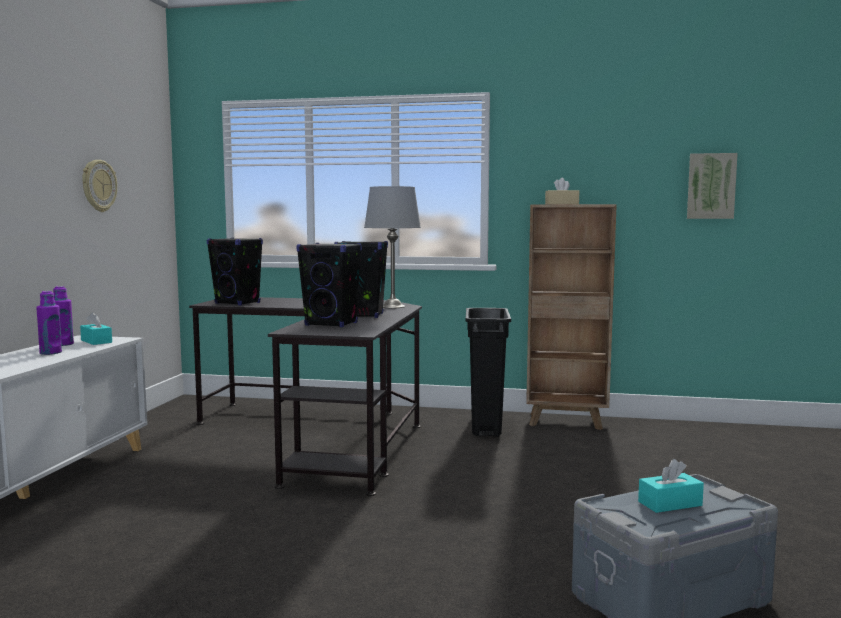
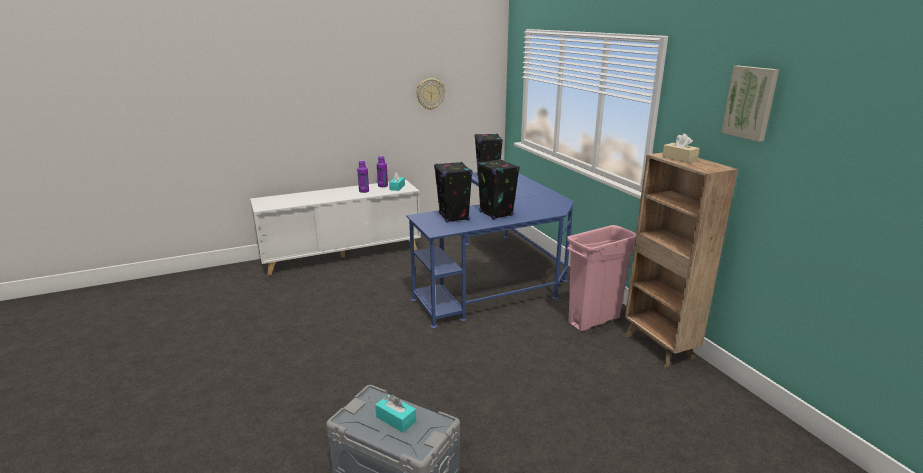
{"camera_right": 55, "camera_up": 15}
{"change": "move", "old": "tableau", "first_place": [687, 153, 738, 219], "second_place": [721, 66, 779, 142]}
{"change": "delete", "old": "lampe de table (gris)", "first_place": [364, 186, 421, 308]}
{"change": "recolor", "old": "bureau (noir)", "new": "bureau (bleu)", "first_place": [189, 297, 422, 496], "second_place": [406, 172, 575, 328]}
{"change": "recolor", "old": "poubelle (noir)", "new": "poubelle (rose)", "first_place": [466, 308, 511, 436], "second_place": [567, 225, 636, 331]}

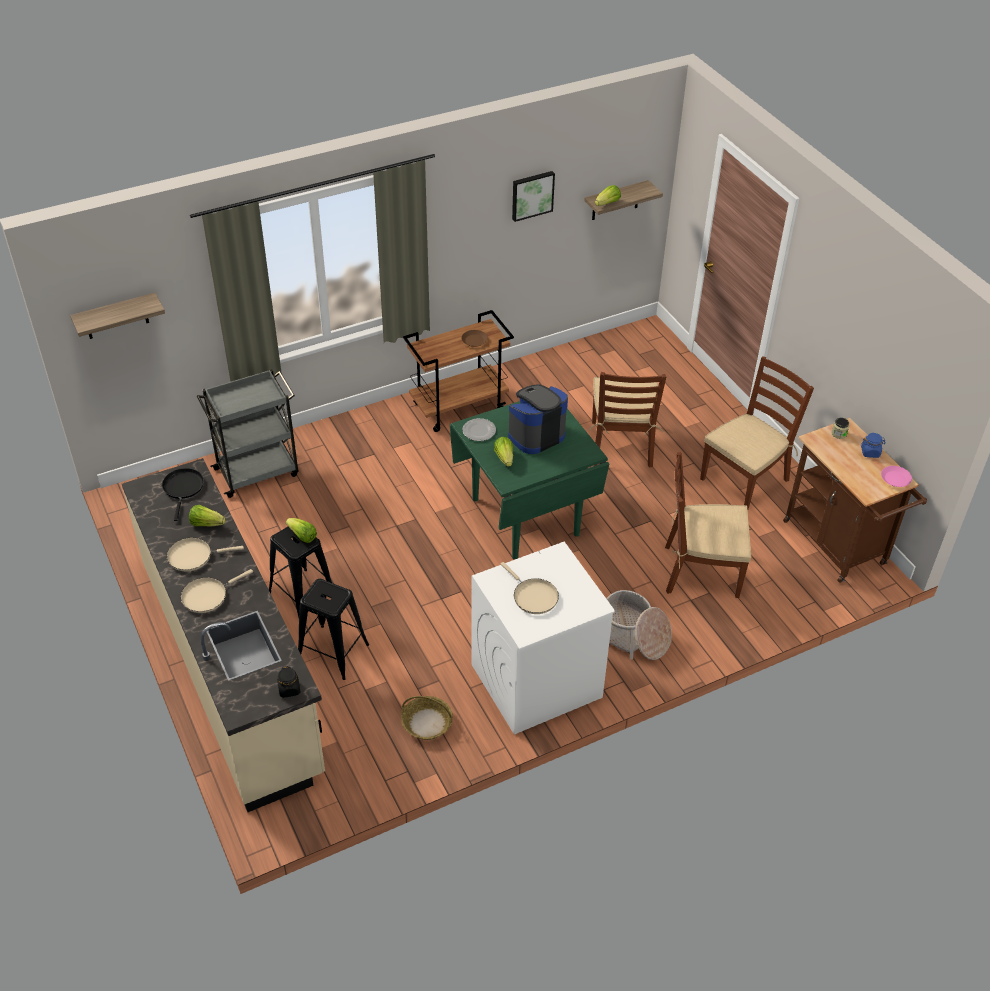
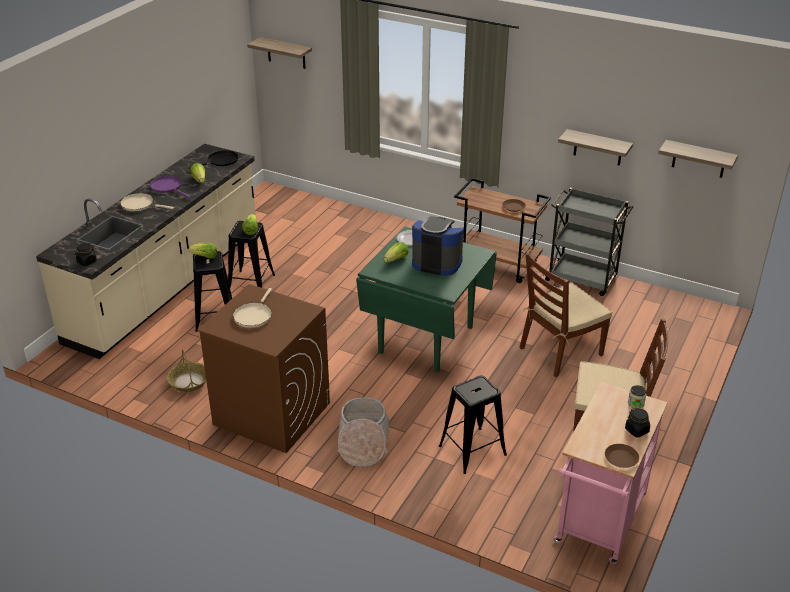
{"camera_right": 55, "camera_up": -10}
{"change": "delete", "old": "tableau", "first_place": [512, 171, 555, 222]}
{"change": "move", "old": "laitue", "first_place": [595, 185, 621, 206], "second_place": [188, 243, 217, 259]}
{"change": "move", "old": "chariot (gris)", "first_place": [197, 369, 298, 498], "second_place": [544, 188, 633, 296]}
{"change": "recolor", "old": "chariot (marron)", "new": "chariot (rose)", "first_place": [783, 418, 927, 583], "second_place": [554, 382, 668, 564]}
{"change": "recolor", "old": "bocal (bleu)", "new": "bocal (noir)", "first_place": [861, 433, 886, 458], "second_place": [625, 408, 650, 437]}
{"change": "replace", "old": "chaise (marron)", "new": "tabouret (noir)", "first_place": [665, 452, 751, 598], "second_place": [439, 376, 507, 474]}
{"change": "recolor", "old": "assiette (rose)", "new": "assiette (marron)", "first_place": [881, 466, 912, 487], "second_place": [605, 444, 639, 468]}
{"change": "recolor", "old": "poêle (beige)", "new": "poêle (violet)", "first_place": [167, 538, 244, 571], "second_place": [150, 176, 191, 198]}
{"change": "recolor", "old": "lave-linge (blanc)", "new": "lave-linge (marron)", "first_place": [471, 542, 615, 735], "second_place": [197, 284, 330, 453]}
{"change": "insert", "new": "étagère", "second_place": [558, 129, 633, 166]}

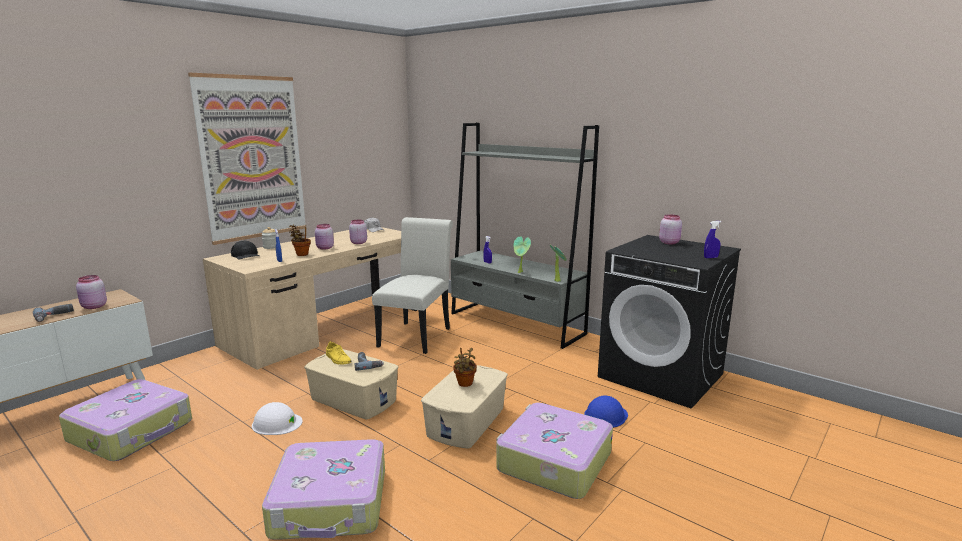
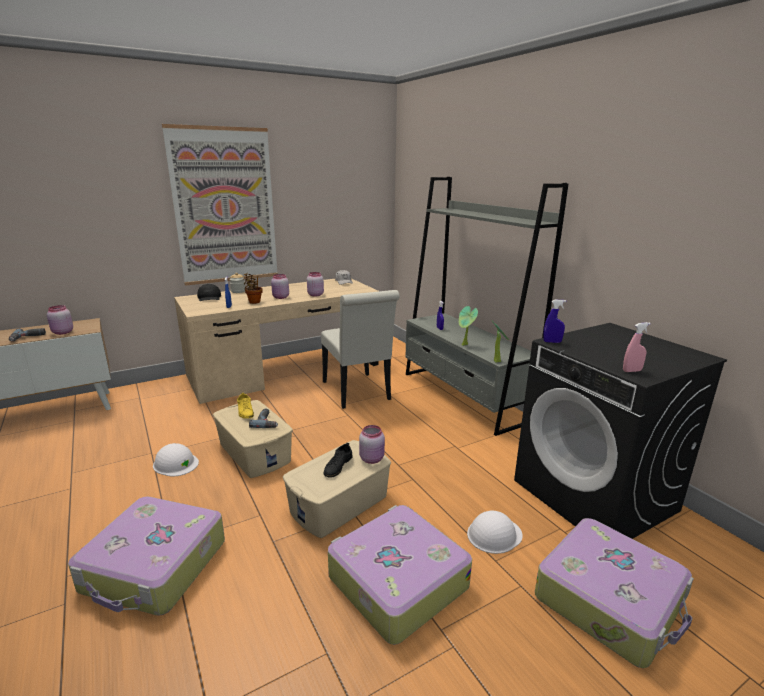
{"camera_right": 20, "camera_up": 5}
{"change": "move", "old": "bocal (rose)", "first_place": [659, 214, 682, 244], "second_place": [359, 425, 385, 464]}
{"change": "rotate", "old": "chaise (blanc)", "first_place": [372, 217, 453, 354], "second_place": [321, 290, 400, 409], "degrees": 120}
{"change": "move", "old": "vaporisateur (bleu)", "first_place": [704, 221, 721, 258], "second_place": [543, 300, 566, 343]}
{"change": "replace", "old": "plante en pot", "new": "chaussure (noir)", "first_place": [453, 348, 477, 387], "second_place": [324, 443, 353, 478]}
{"change": "move", "old": "valise", "first_place": [59, 379, 192, 461], "second_place": [535, 518, 694, 668]}
{"change": "recolor", "old": "casque de chantier (bleu)", "new": "casque de chantier (blanc)", "first_place": [584, 396, 628, 428], "second_place": [467, 511, 523, 554]}
{"change": "insert", "new": "vaporisateur (rose)", "second_place": [623, 322, 651, 372]}

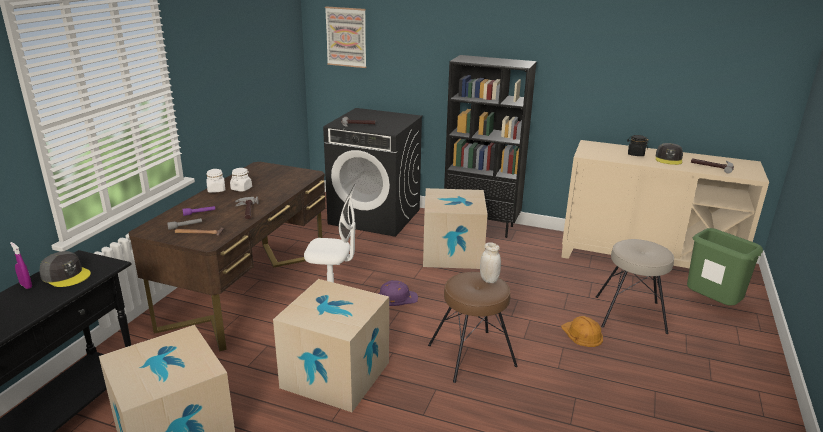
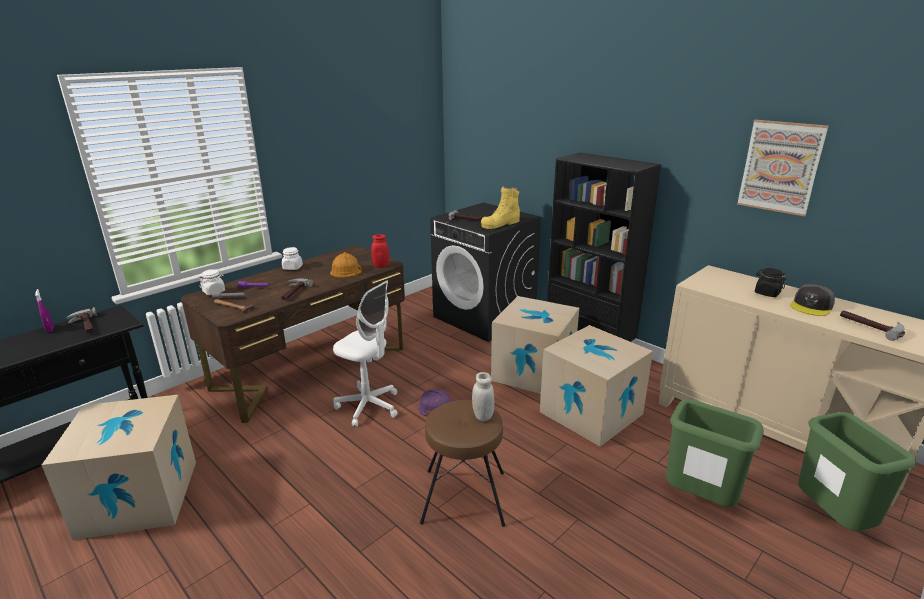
{"camera_right": 25, "camera_up": 0}
{"change": "move", "old": "tableau", "first_place": [325, 6, 367, 68], "second_place": [737, 120, 829, 216]}
{"change": "move", "old": "bocal (blanc)", "first_place": [230, 168, 252, 192], "second_place": [199, 269, 225, 295]}
{"change": "replace", "old": "tabouret (beige)", "new": "poubelle (vert)", "first_place": [596, 239, 674, 334], "second_place": [666, 399, 764, 507]}
{"change": "replace", "old": "casquette (gris)", "new": "marteau", "first_place": [39, 251, 91, 287], "second_place": [66, 307, 97, 334]}
{"change": "move", "old": "carton", "first_place": [273, 279, 389, 412], "second_place": [540, 325, 653, 447]}
{"change": "move", "old": "casque de chantier (orange)", "first_place": [561, 316, 603, 347], "second_place": [330, 252, 361, 278]}
{"change": "insert", "new": "botte (jaune)", "second_place": [481, 186, 520, 229]}
{"change": "insert", "new": "bocal (rouge)", "second_place": [371, 234, 389, 268]}

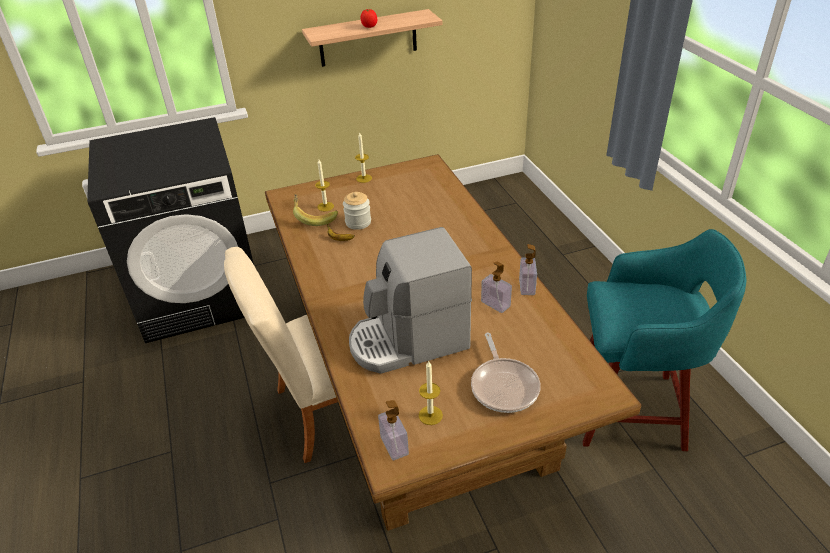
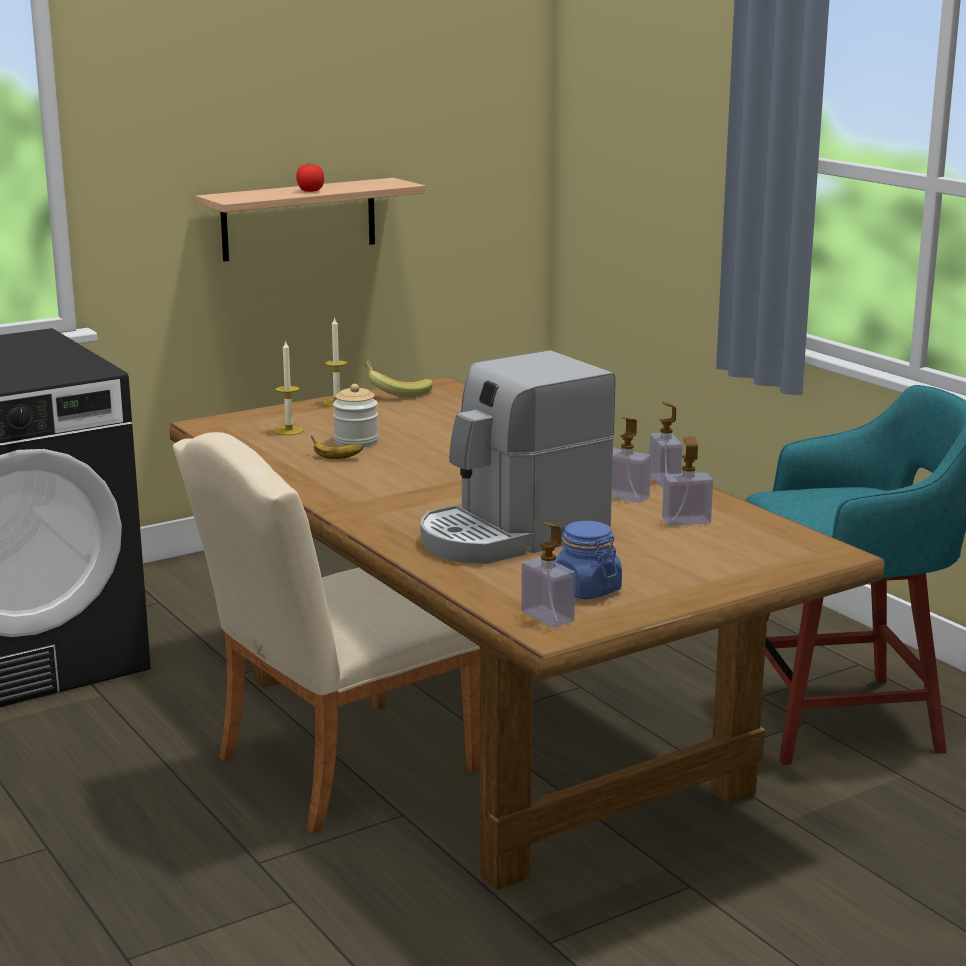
{"camera_right": -15, "camera_up": -20}
{"change": "move", "old": "banane", "first_place": [293, 194, 338, 226], "second_place": [364, 358, 433, 397]}
{"change": "delete", "old": "poêle", "first_place": [471, 333, 541, 413]}
{"change": "replace", "old": "bougie", "new": "bocal (bleu)", "first_place": [419, 360, 443, 425], "second_place": [556, 521, 622, 599]}
{"change": "insert", "new": "distributeur de savon", "second_place": [662, 437, 713, 526]}

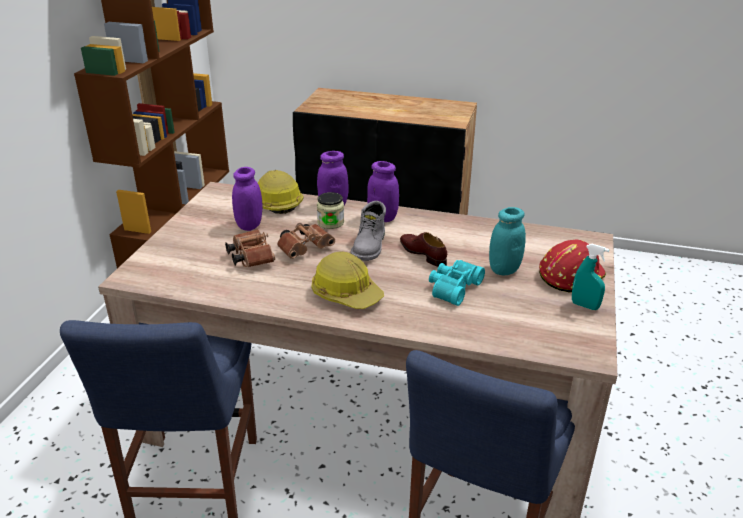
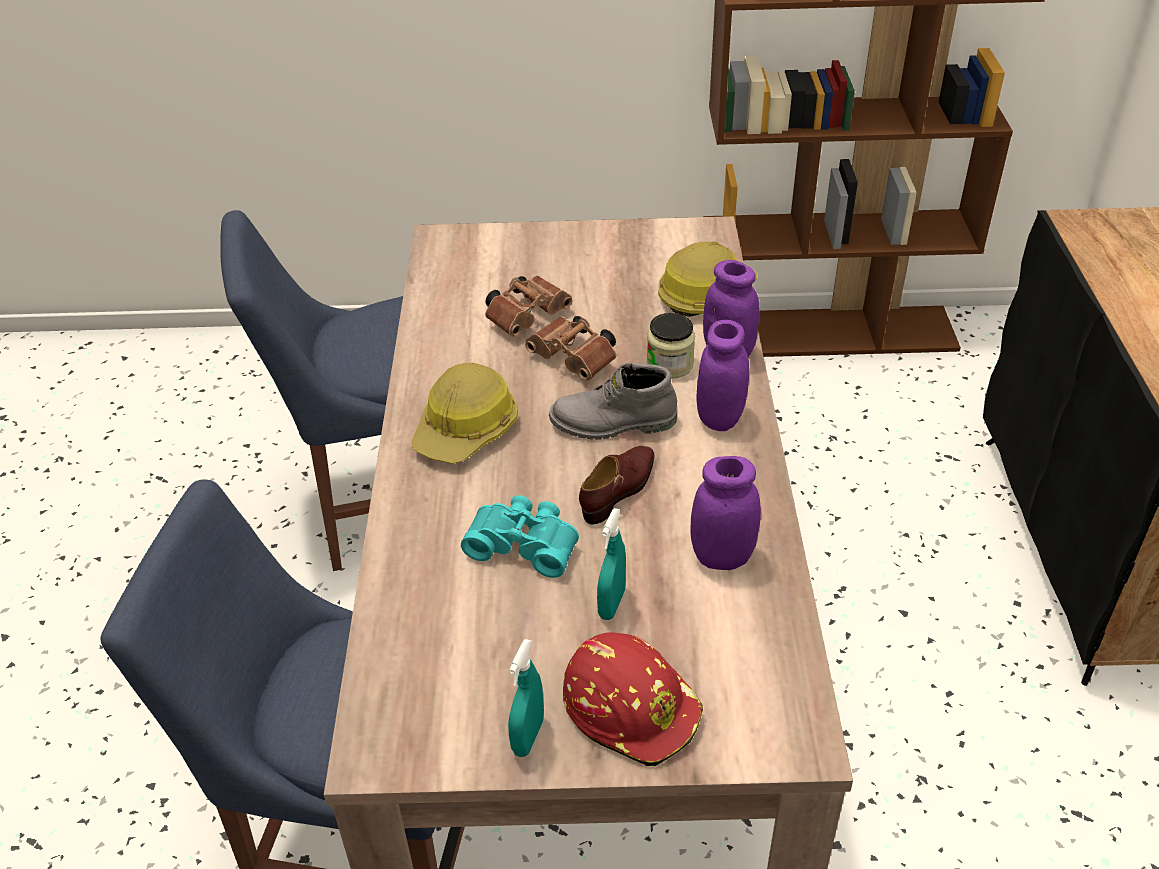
{"camera_right": 75, "camera_up": 10}
{"change": "move", "old": "bocal (violet)", "first_place": [232, 167, 263, 231], "second_place": [691, 456, 761, 570]}
{"change": "replace", "old": "bocal (turquoise)", "new": "vaporisateur (turquoise)", "first_place": [489, 207, 526, 275], "second_place": [597, 508, 626, 620]}

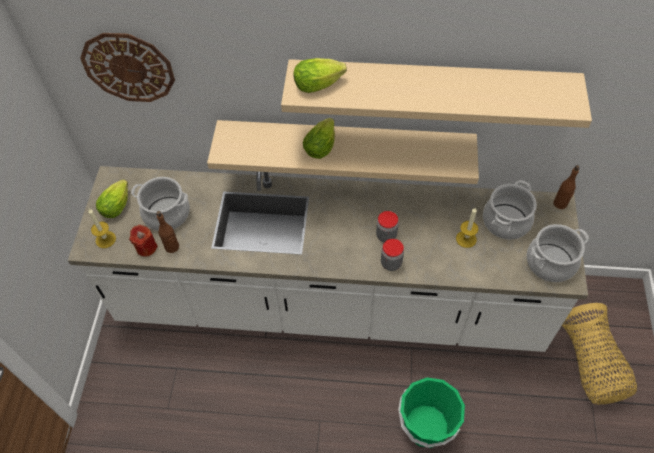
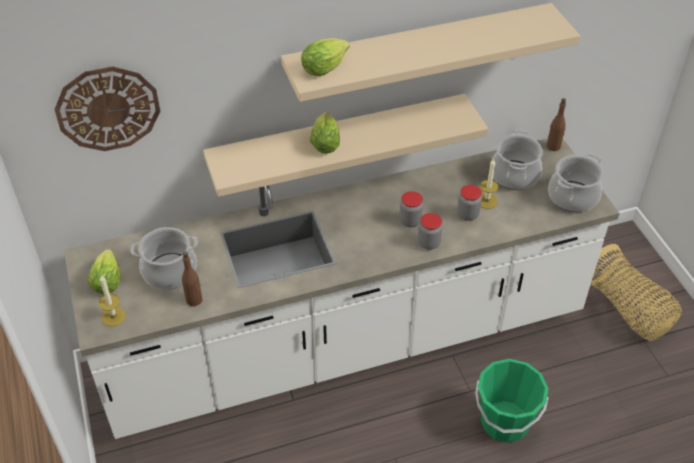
{"camera_right": -25, "camera_up": -10}
{"change": "delete", "old": "bougie (rouge)", "first_place": [129, 225, 158, 257]}
{"change": "insert", "new": "bocal", "second_place": [457, 185, 482, 221]}

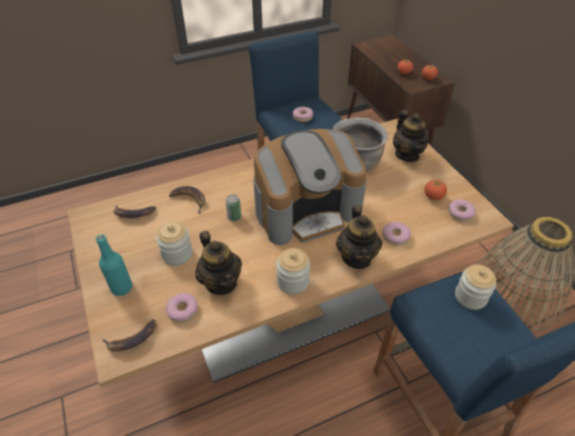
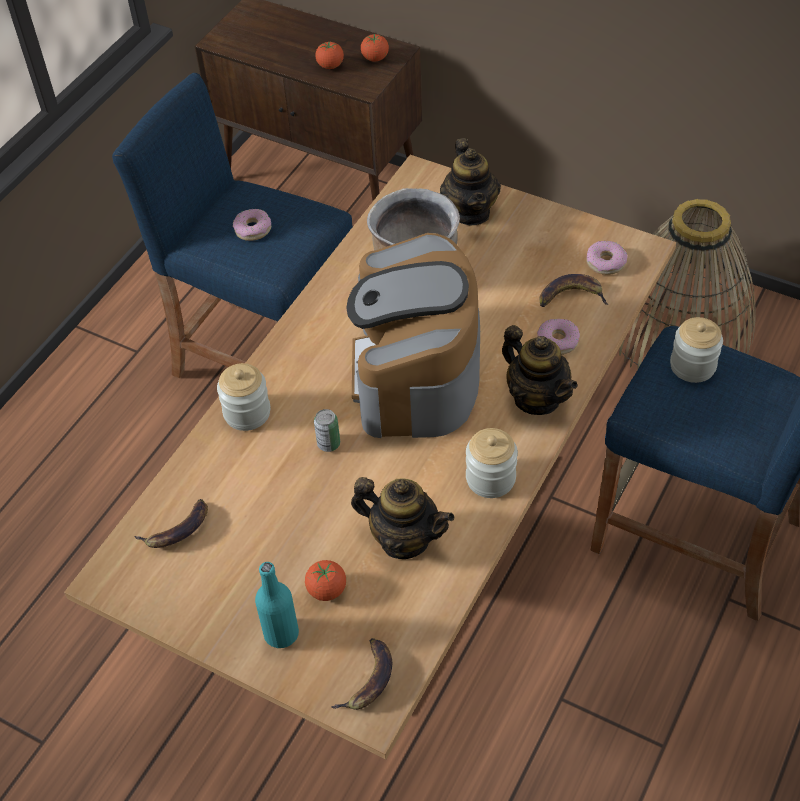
{"camera_right": -35, "camera_up": 5}
{"change": "rotate", "old": "théière", "first_place": [393, 110, 429, 162], "second_place": [440, 138, 501, 225], "degrees": 45}
{"change": "rotate", "old": "machine à café", "first_place": [253, 129, 367, 245], "second_place": [346, 233, 480, 438], "degrees": 150}
{"change": "move", "old": "tomate", "first_place": [424, 180, 447, 200], "second_place": [305, 560, 346, 601]}
{"change": "move", "old": "banane", "first_place": [169, 186, 205, 214], "second_place": [539, 274, 608, 307]}
{"change": "move", "old": "bocal", "first_place": [156, 221, 192, 266], "second_place": [217, 363, 271, 431]}
{"change": "delete", "old": "beignet", "first_place": [166, 293, 198, 323]}

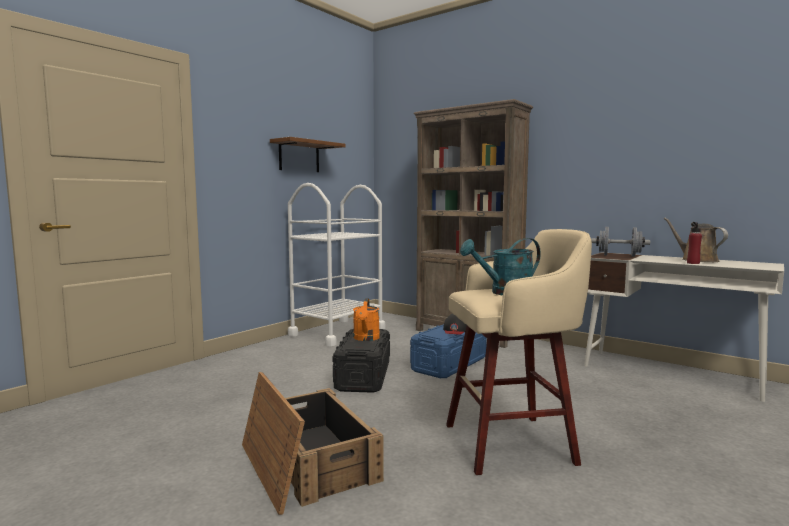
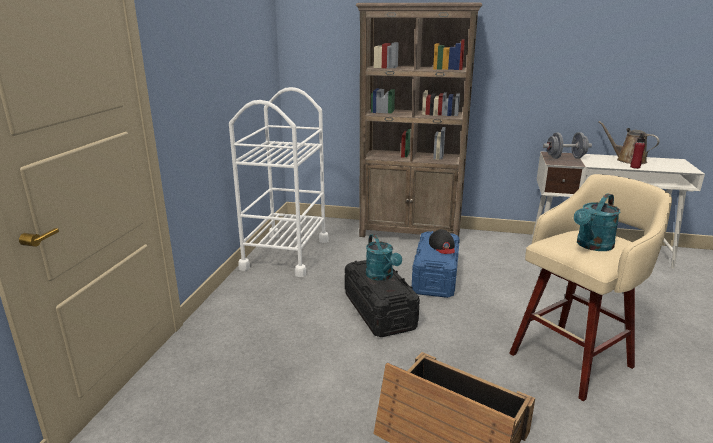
{"camera_right": -25, "camera_up": 15}
{"change": "delete", "old": "étagère (marron)", "first_place": [270, 137, 346, 172]}
{"change": "recolor", "old": "arrosoir (orange)", "new": "arrosoir (turquoise)", "first_place": [353, 298, 380, 341], "second_place": [366, 234, 402, 281]}

